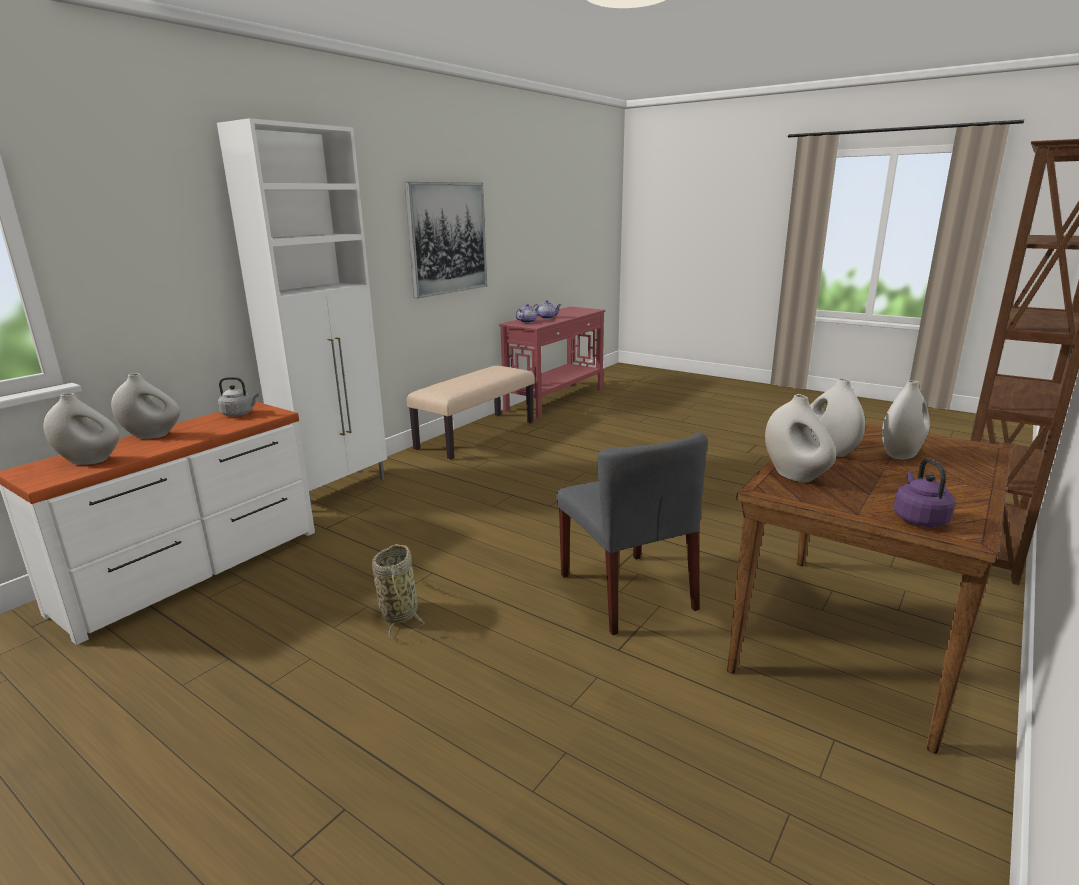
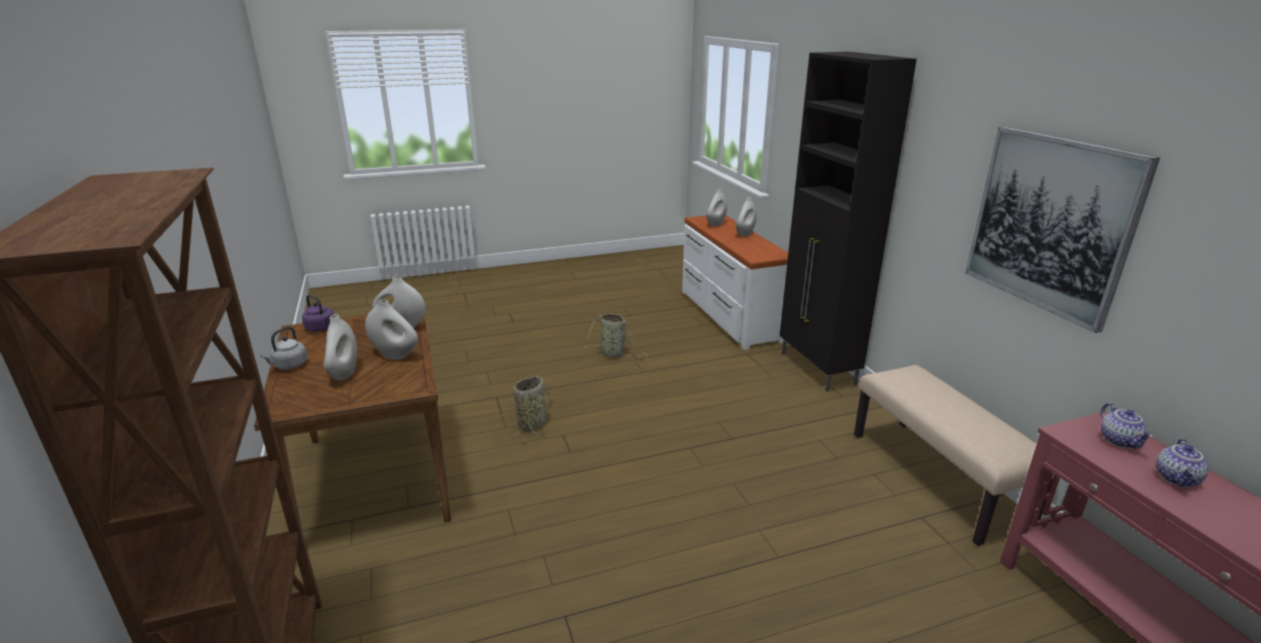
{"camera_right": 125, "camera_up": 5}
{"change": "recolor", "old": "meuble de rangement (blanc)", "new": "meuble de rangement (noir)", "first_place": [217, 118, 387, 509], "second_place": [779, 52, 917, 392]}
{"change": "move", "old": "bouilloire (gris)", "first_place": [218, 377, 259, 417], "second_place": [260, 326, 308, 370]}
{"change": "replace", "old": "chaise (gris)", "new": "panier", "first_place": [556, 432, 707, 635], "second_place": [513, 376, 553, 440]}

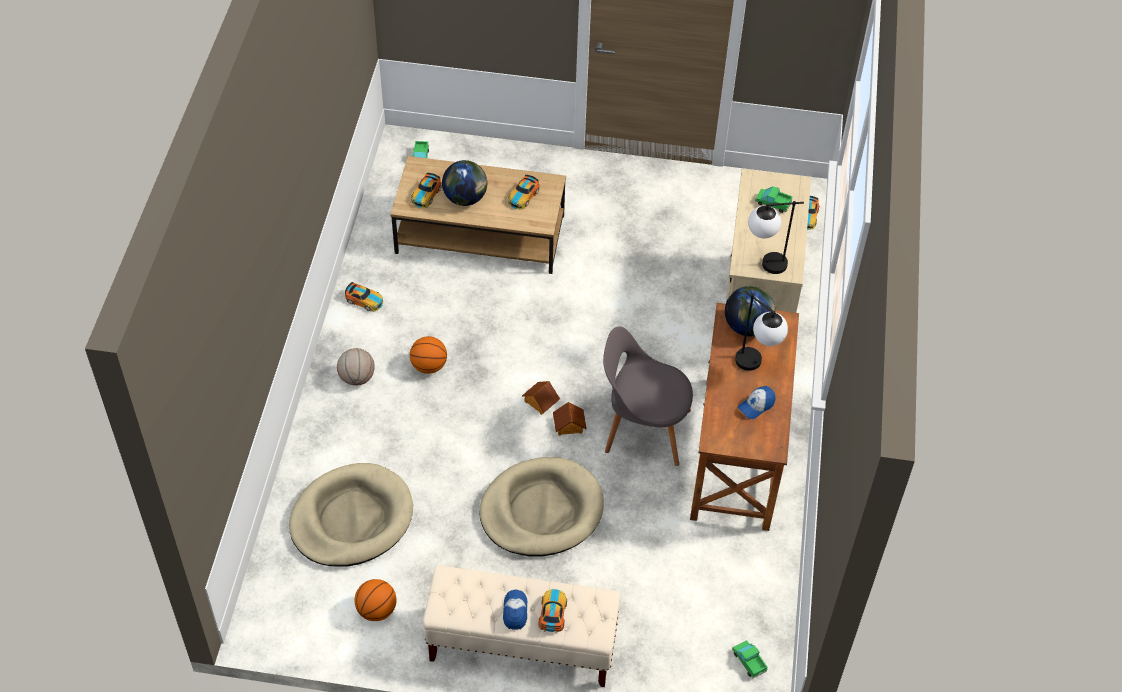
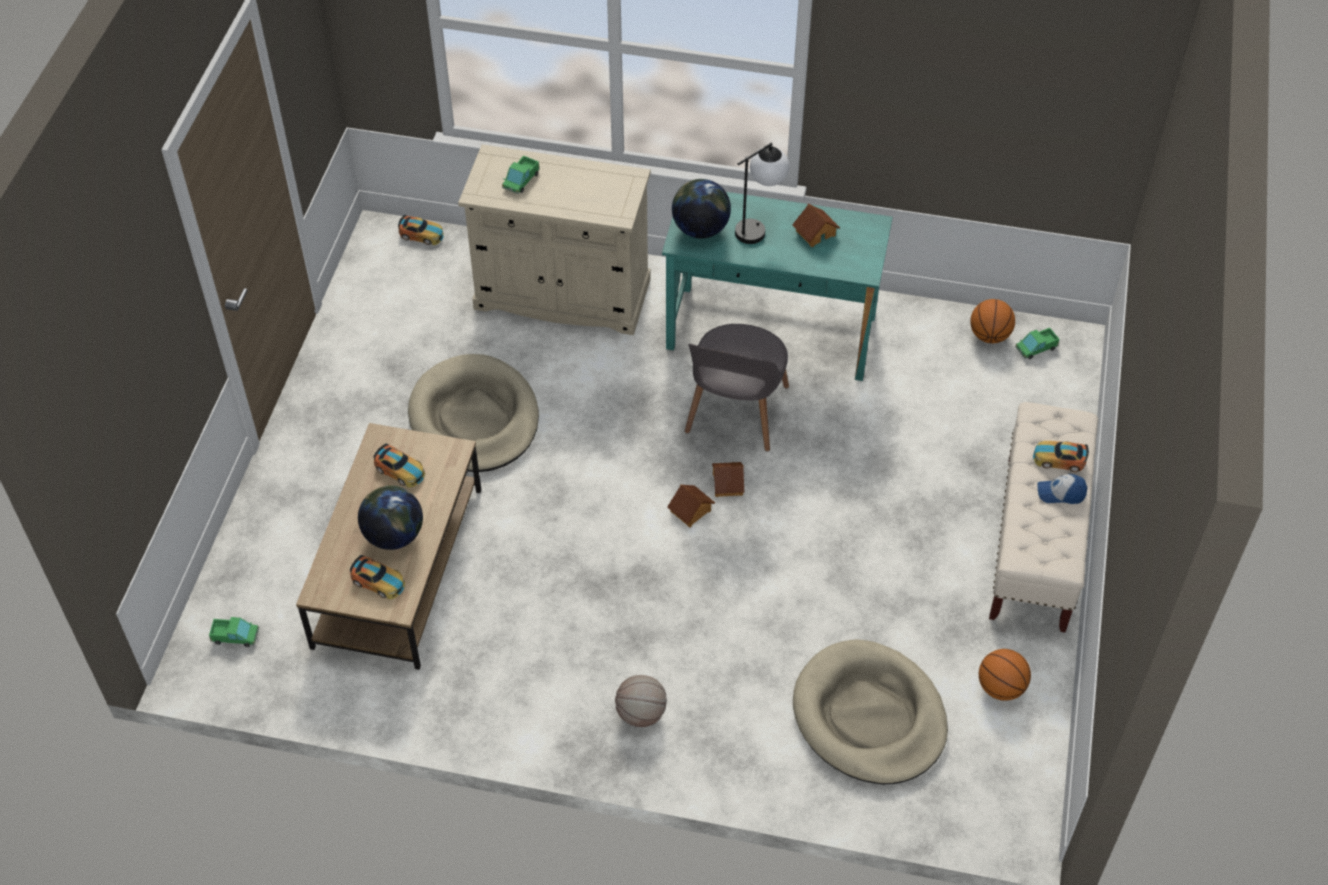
{"camera_right": -85, "camera_up": 0}
{"change": "delete", "old": "lampe de table", "first_place": [748, 201, 804, 274]}
{"change": "delete", "old": "petite voiture", "first_place": [345, 282, 383, 312]}
{"change": "recolor", "old": "bureau (marron)", "new": "bureau (turquoise)", "first_place": [690, 303, 799, 531], "second_place": [662, 185, 893, 381]}
{"change": "move", "old": "ballon de basket", "first_place": [410, 336, 447, 374], "second_place": [970, 299, 1015, 343]}
{"change": "replace", "old": "casquette", "new": "maison miniature", "first_place": [738, 386, 776, 419], "second_place": [792, 204, 840, 247]}
{"change": "move", "old": "panier pour chien (beige)", "first_place": [479, 457, 604, 557], "second_place": [408, 354, 539, 472]}

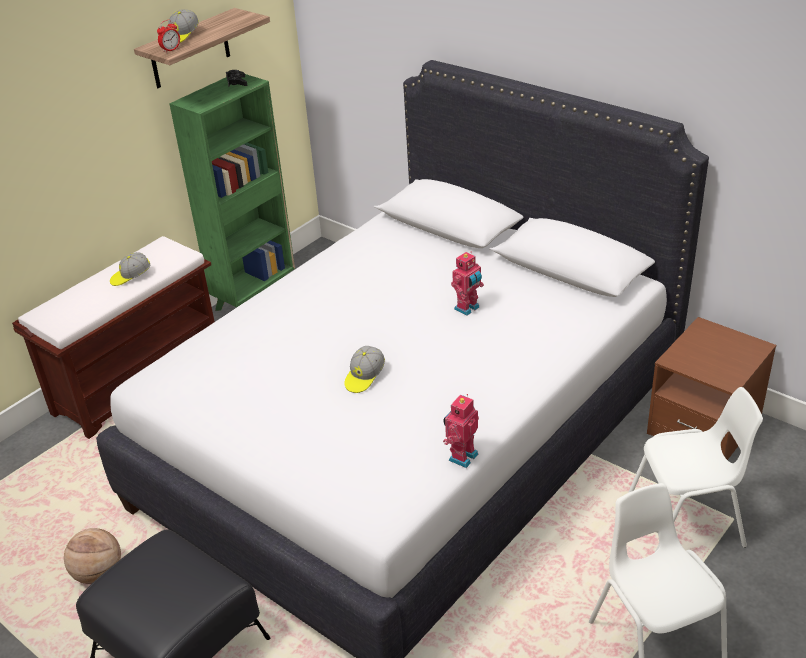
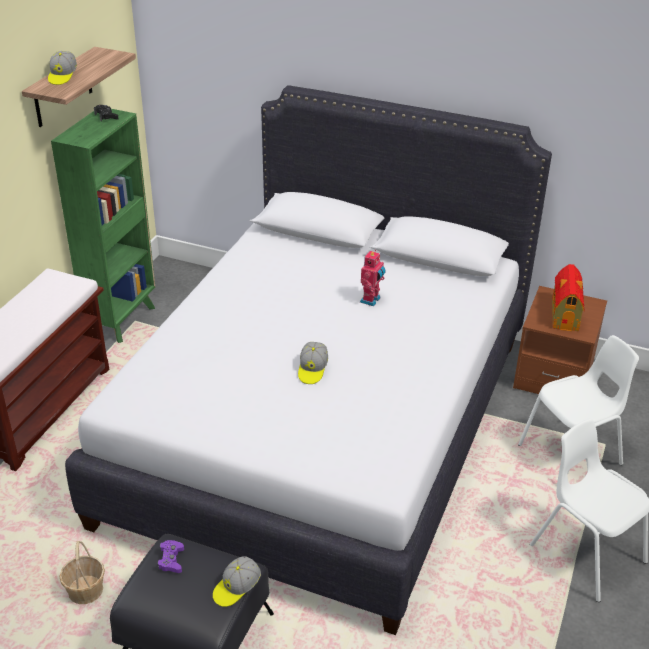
{"camera_right": -20, "camera_up": 0}
{"change": "delete", "old": "réveil", "first_place": [157, 20, 180, 53]}
{"change": "move", "old": "casquette", "first_place": [110, 252, 151, 286], "second_place": [213, 556, 261, 607]}
{"change": "delete", "old": "robot jouet", "first_place": [443, 394, 479, 468]}
{"change": "replace", "old": "ballon de basket", "new": "panier", "first_place": [64, 528, 121, 584], "second_place": [59, 541, 105, 604]}
{"change": "insert", "new": "maison miniature", "second_place": [552, 264, 585, 331]}
{"change": "insert", "new": "manette (violet)", "second_place": [157, 540, 184, 573]}

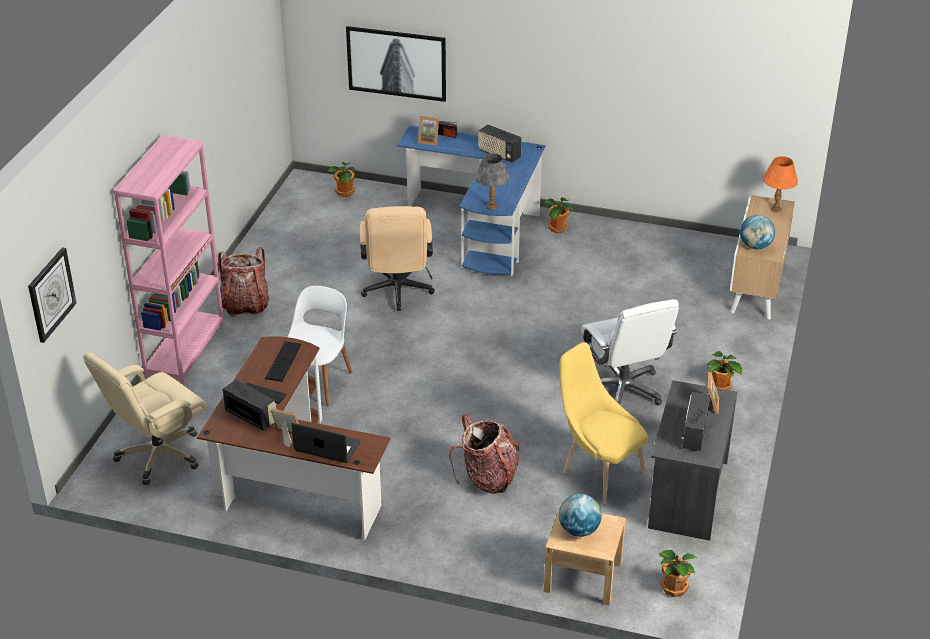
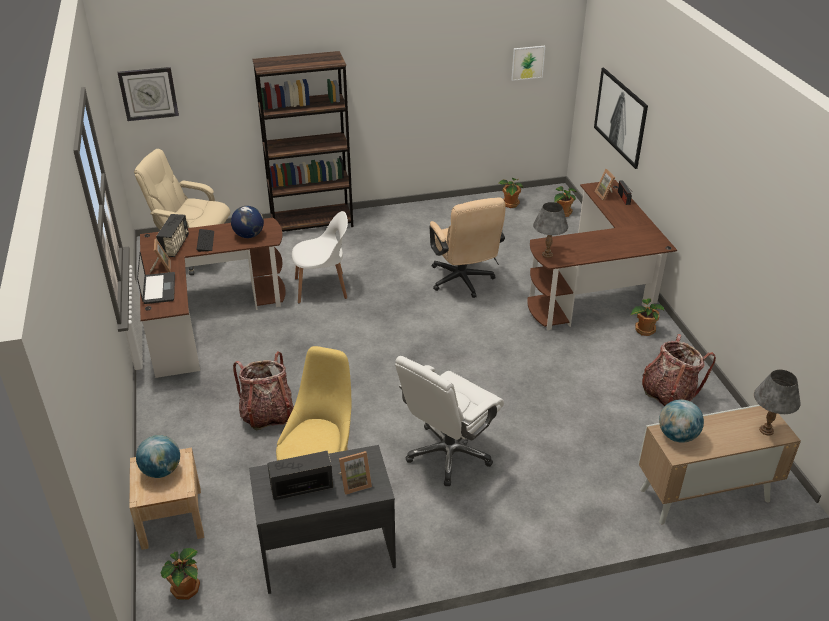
{"camera_right": 60, "camera_up": 0}
{"change": "delete", "old": "radio", "first_place": [478, 124, 522, 163]}
{"change": "recolor", "old": "bureau (bleu)", "new": "bureau (marron)", "first_place": [397, 125, 546, 276], "second_place": [527, 180, 677, 330]}
{"change": "recolor", "old": "bibliothèque (rose)", "new": "bibliothèque (marron)", "first_place": [113, 135, 224, 385], "second_place": [253, 51, 353, 232]}
{"change": "recolor", "old": "lampe de table (orange)", "new": "lampe de table (gris)", "first_place": [763, 156, 798, 212], "second_place": [754, 370, 801, 435]}
{"change": "rotate", "old": "chaise de bureau (beige)", "first_place": [360, 206, 435, 311], "second_place": [429, 197, 506, 298], "degrees": -75}
{"change": "move", "old": "sac à dos", "first_place": [218, 247, 269, 317], "second_place": [642, 334, 716, 407]}
{"change": "replace", "old": "clavier", "new": "globe", "first_place": [265, 341, 301, 382], "second_place": [231, 206, 264, 238]}
{"change": "move", "old": "plante en pot", "first_place": [707, 351, 742, 390], "second_place": [499, 178, 523, 208]}
{"change": "insert", "new": "tableau", "second_place": [511, 46, 545, 81]}

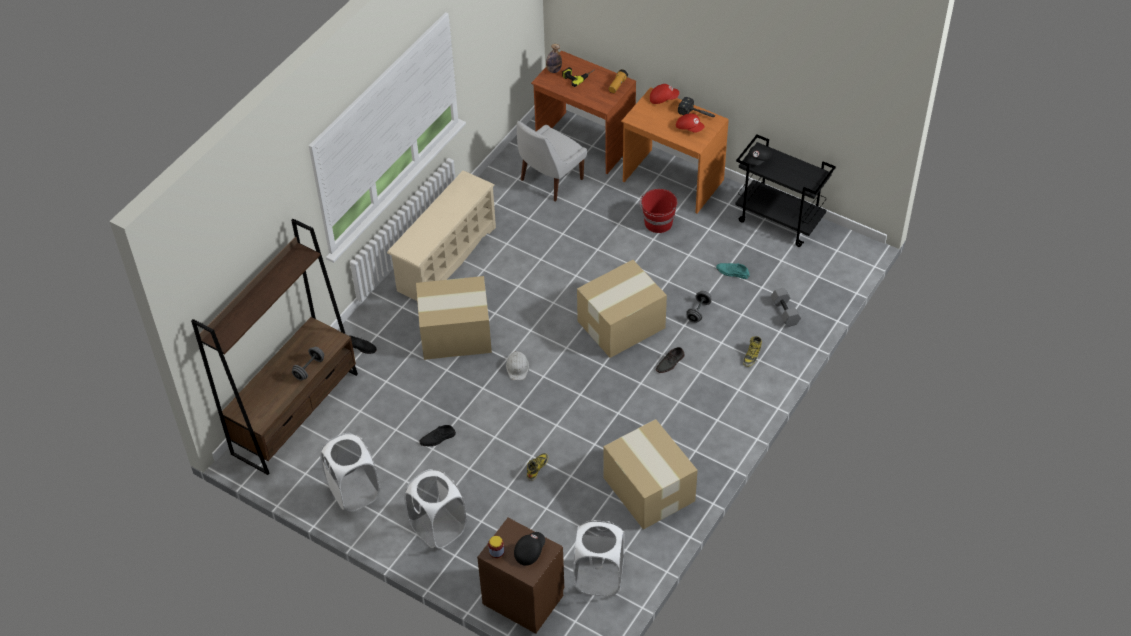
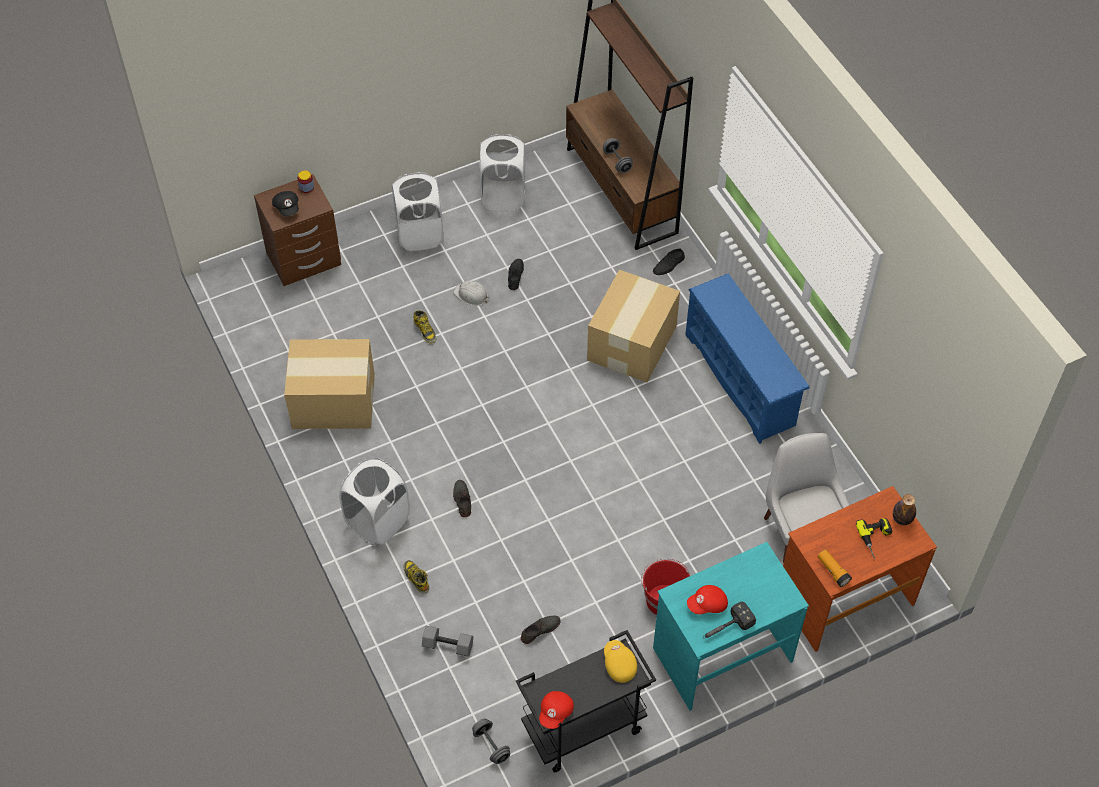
{"camera_right": 120, "camera_up": 5}
{"change": "move", "old": "casquette (rouge)", "first_place": [650, 84, 679, 104], "second_place": [539, 691, 574, 729]}
{"change": "recolor", "old": "bureau (orange)", "new": "bureau (turquoise)", "first_place": [621, 87, 729, 214], "second_place": [653, 542, 809, 711]}
{"change": "recolor", "old": "casquette (noir)", "new": "casquette (jaune)", "first_place": [747, 145, 772, 165], "second_place": [604, 640, 637, 683]}
{"change": "recolor", "old": "étagère à chaussures (beige)", "new": "étagère à chaussures (bleu)", "first_place": [387, 170, 496, 301], "second_place": [685, 273, 810, 444]}
{"change": "delete", "old": "carton", "first_place": [577, 260, 667, 358]}
{"change": "recolor", "old": "chaussure (turquoise)", "new": "chaussure (gris)", "first_place": [716, 263, 750, 279], "second_place": [521, 616, 561, 644]}
{"change": "move", "old": "haltère (gris)", "first_place": [686, 291, 712, 323], "second_place": [472, 719, 510, 764]}
{"change": "move", "old": "casque de chantier (blanc)", "first_place": [506, 351, 529, 380], "second_place": [453, 281, 489, 306]}
{"change": "move", "old": "panier à linge (blanc)", "first_place": [573, 520, 624, 596], "second_place": [339, 458, 410, 546]}

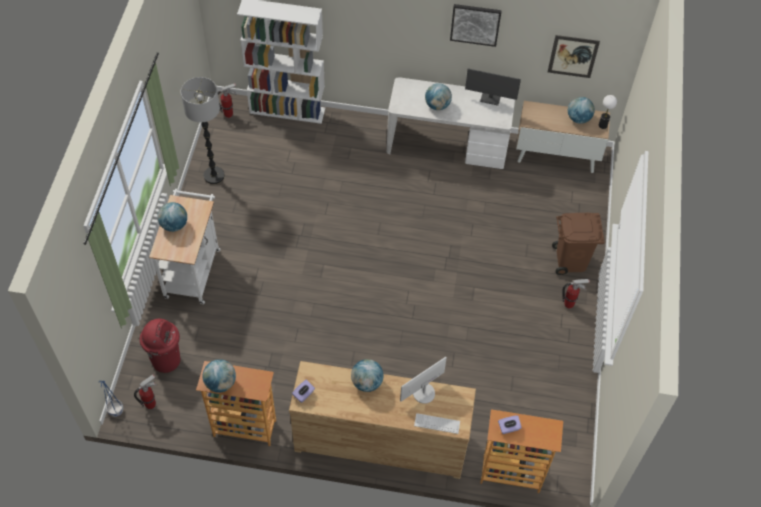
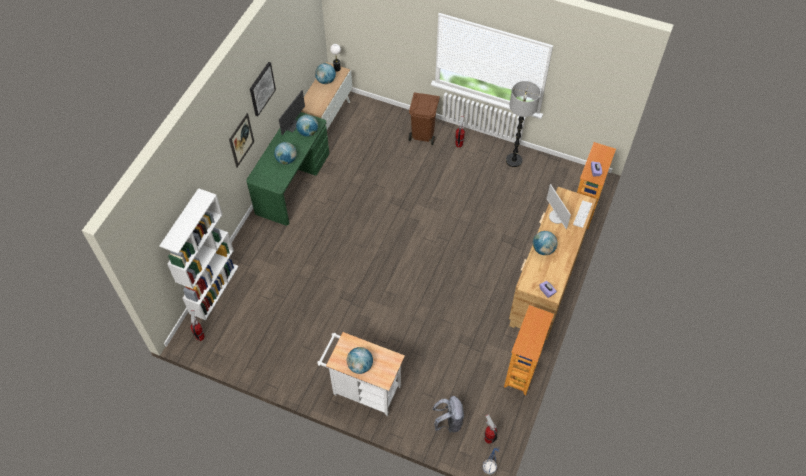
{"camera_right": -75, "camera_up": 0}
{"change": "move", "old": "tableau", "first_place": [548, 35, 600, 78], "second_place": [229, 113, 254, 168]}
{"change": "move", "old": "lampadaire", "first_place": [181, 77, 225, 184], "second_place": [506, 81, 540, 167]}
{"change": "recolor", "old": "bureau (blanc)", "new": "bureau (vert)", "first_place": [387, 77, 515, 169], "second_place": [246, 112, 329, 226]}
{"change": "replace", "old": "poubelle (rouge)", "new": "sac à dos (gris)", "first_place": [140, 319, 180, 373], "second_place": [432, 396, 464, 433]}
{"change": "move", "old": "globe", "first_place": [203, 359, 236, 393], "second_place": [296, 115, 318, 137]}

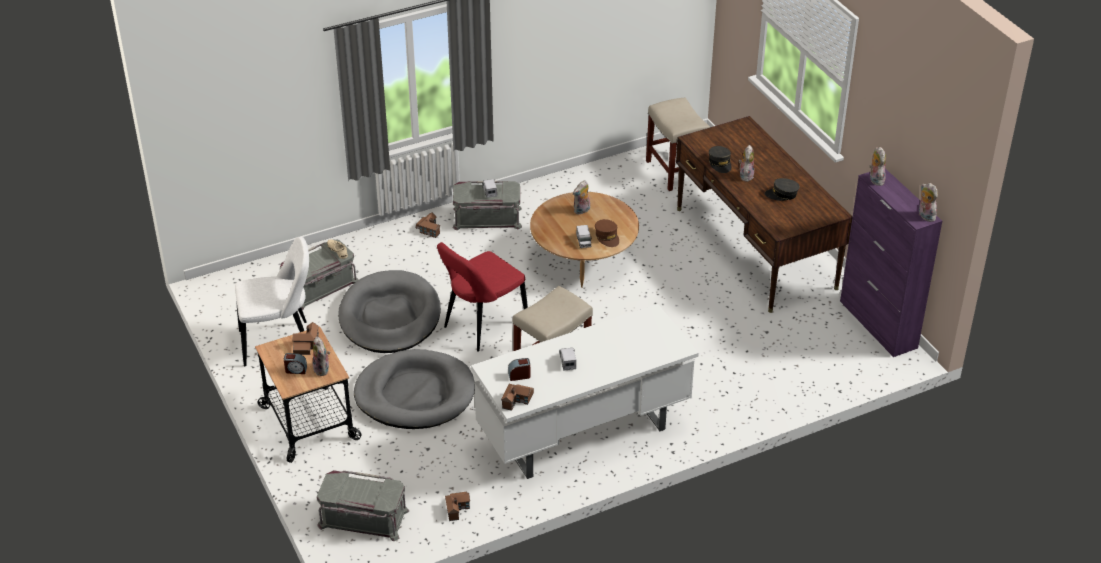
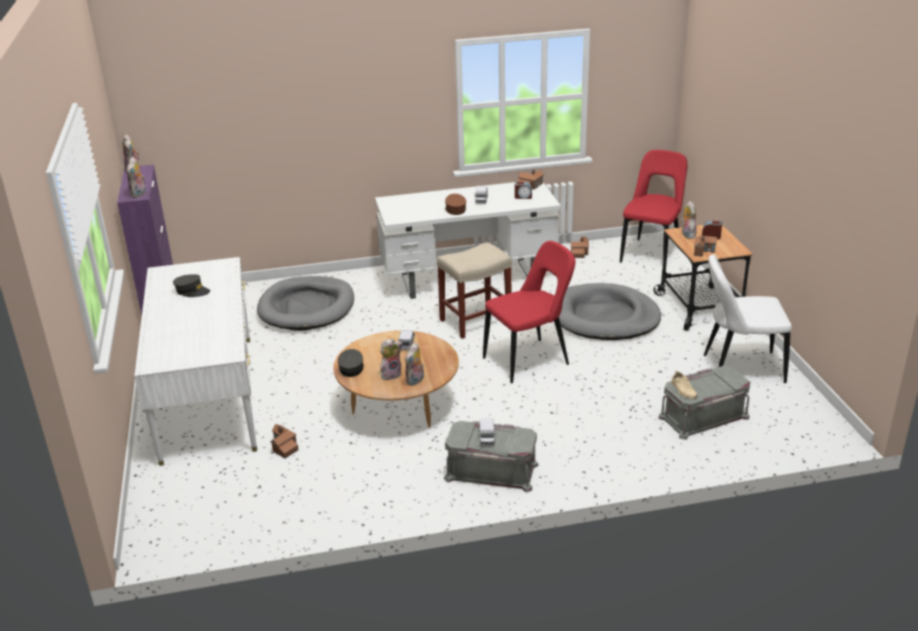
{"camera_right": -165, "camera_up": -10}
{"change": "delete", "old": "tabouret (beige)", "first_place": [646, 98, 710, 191]}
{"change": "recolor", "old": "bureau (marron)", "new": "bureau (blanc)", "first_place": [676, 116, 852, 313], "second_place": [134, 257, 257, 466]}
{"change": "move", "old": "peluche", "first_place": [739, 145, 754, 182], "second_place": [405, 343, 424, 386]}
{"change": "move", "old": "casquette (gris)", "first_place": [709, 146, 731, 173], "second_place": [338, 349, 364, 377]}
{"change": "move", "old": "maison miniature", "first_place": [416, 212, 440, 238], "second_place": [270, 424, 299, 458]}
{"change": "move", "old": "casquette (marron)", "first_place": [595, 219, 619, 247], "second_place": [445, 194, 466, 215]}
{"change": "move", "old": "panier pour chien (gris)", "first_place": [338, 270, 441, 353], "second_place": [257, 276, 354, 331]}
{"change": "replace", "old": "boîte de rangement (gris)", "new": "chaise (rouge)", "first_place": [317, 470, 409, 541], "second_place": [620, 150, 688, 263]}

